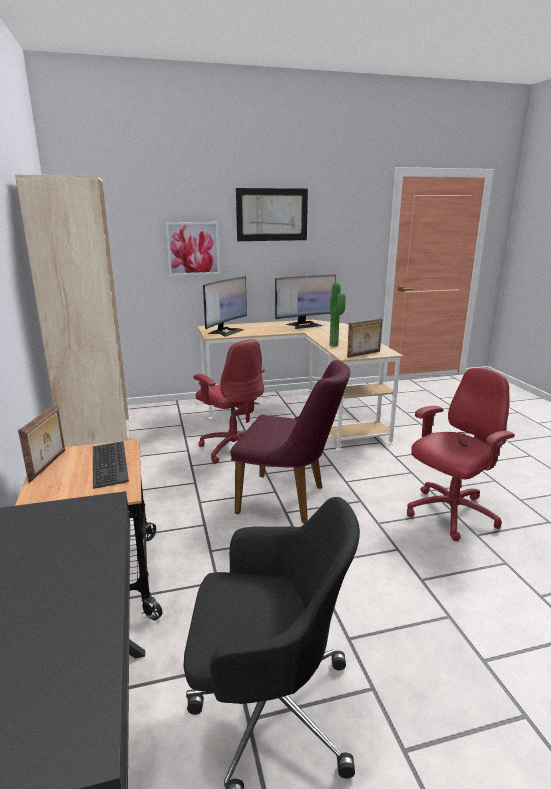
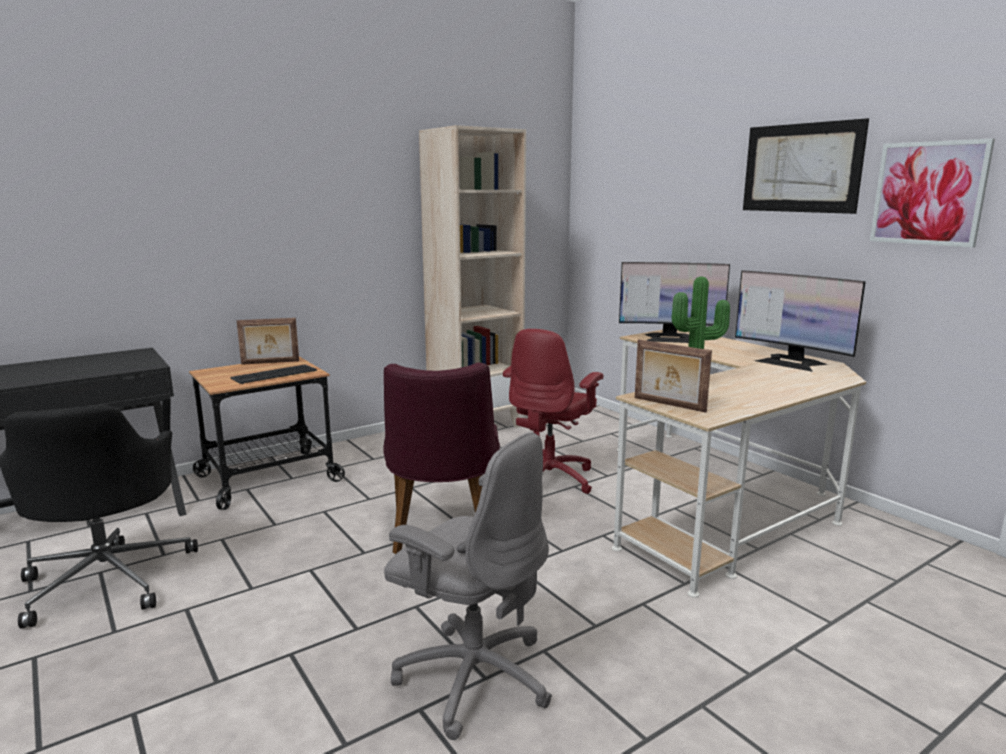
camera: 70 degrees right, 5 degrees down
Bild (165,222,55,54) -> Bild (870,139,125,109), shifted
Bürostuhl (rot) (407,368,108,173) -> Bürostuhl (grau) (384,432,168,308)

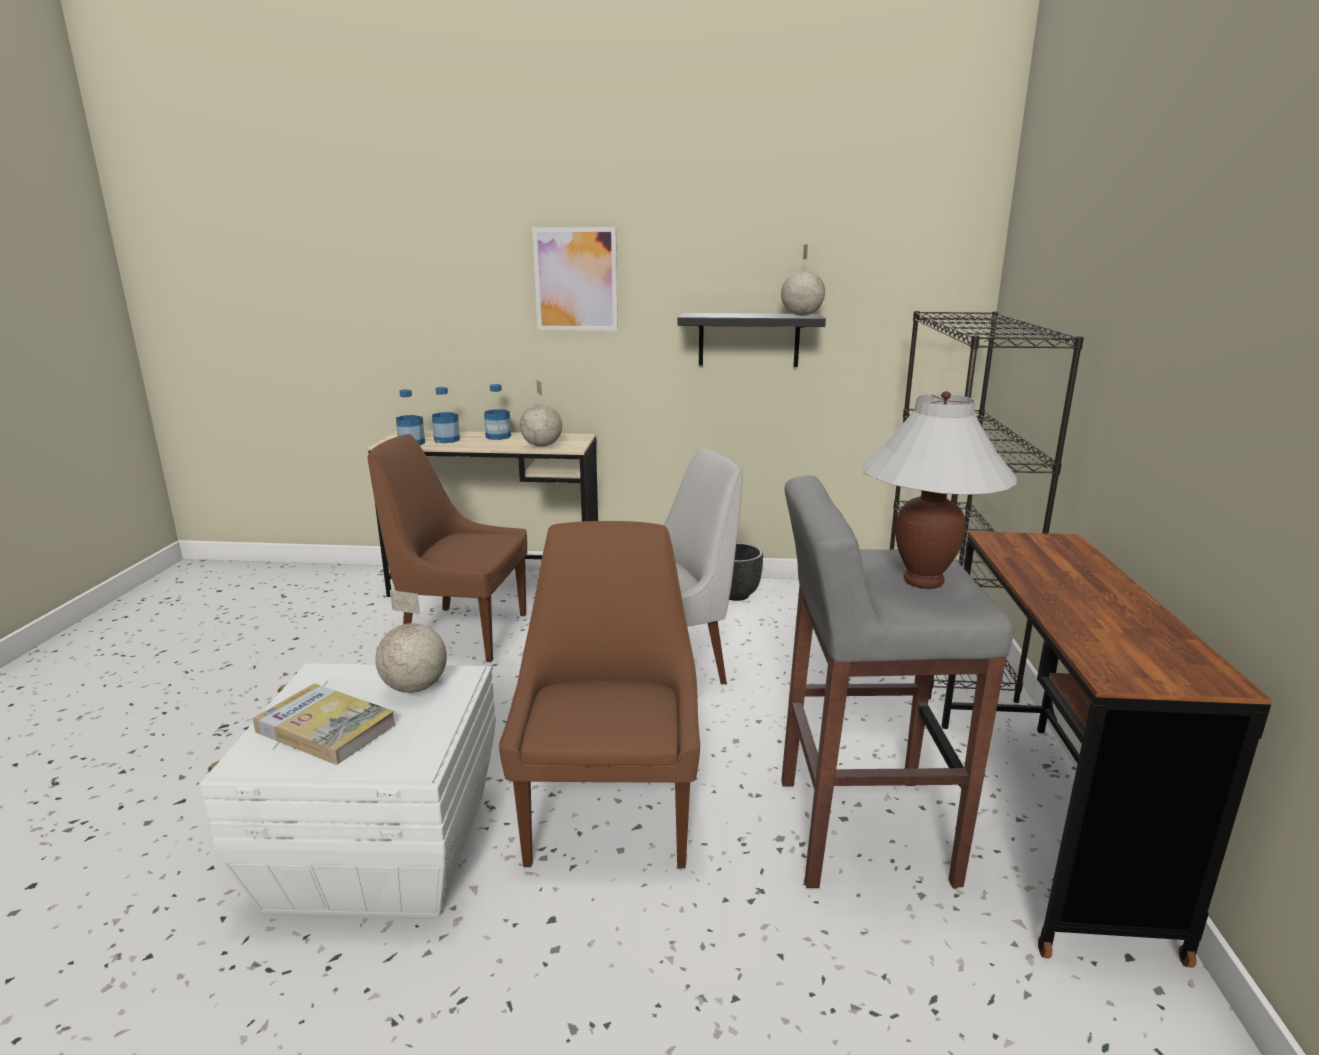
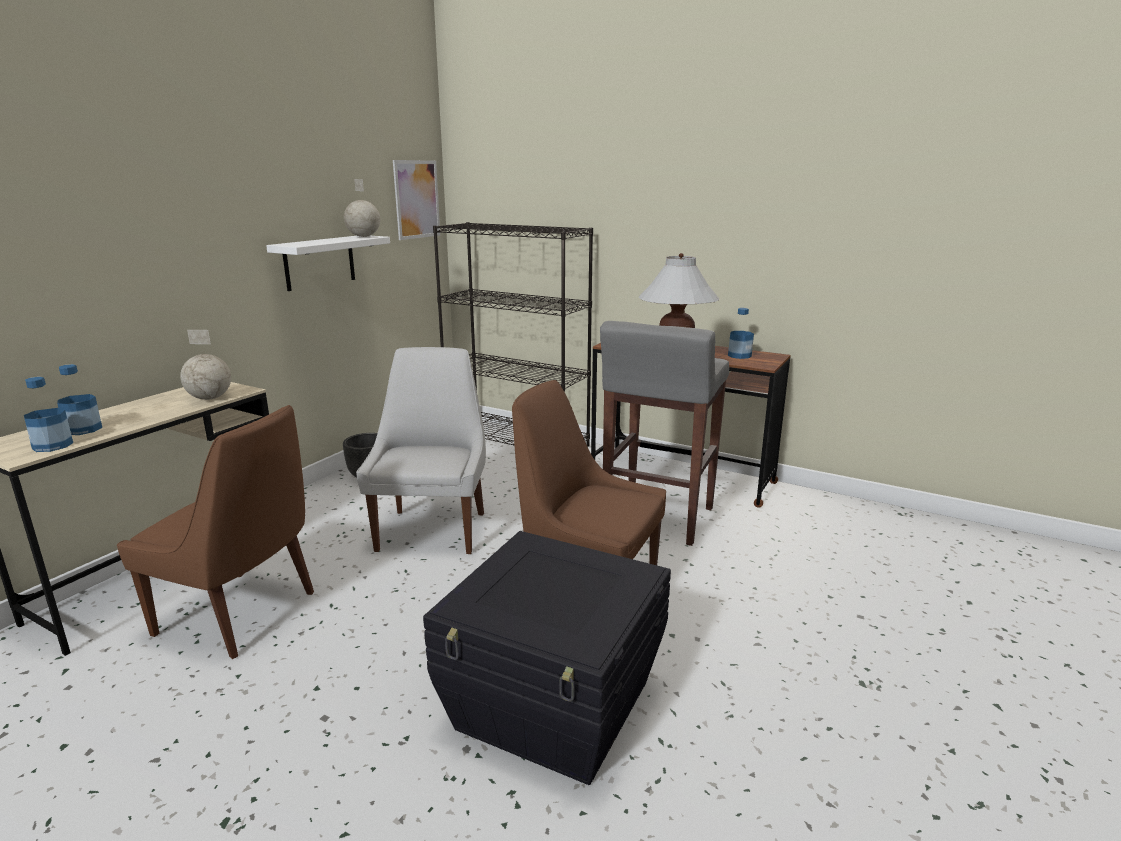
camera: 65 degrees left, 0 degrees up
Aufbewahrungsbox (weiß) (200,663,296,254) -> Aufbewahrungsbox (schwarz) (423,531,248,254)
Buch (253,683,143,82) -> none
Stuhl (braun) (368,434,159,228) -> Stuhl (braun) (117,405,197,254), 105 degrees counterclockwise
Globus (375,590,72,103) -> none
Flasche (484,384,27,56) -> Flasche (728,308,26,51), shifted
Bild (532,227,86,104) -> Bild (393,160,47,80), shifted
Wandregal (schwarz) (677,313,149,54) -> Wandregal (weiß) (266,236,124,55)

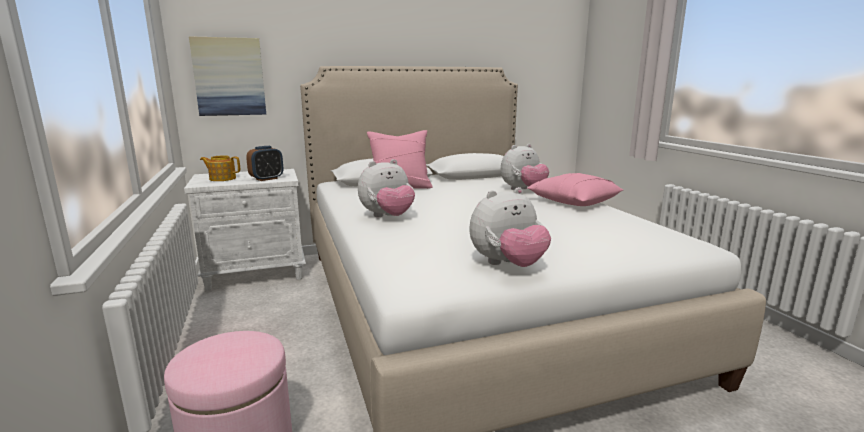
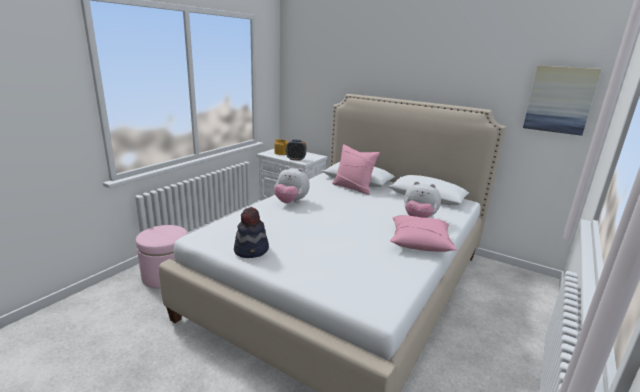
camera: 50 degrees right, 5 degrees up
Bild (189,36,77,80) -> Bild (523,65,79,71), shifted
Plüschtier (470,187,81,80) -> Hut (234,207,35,51)

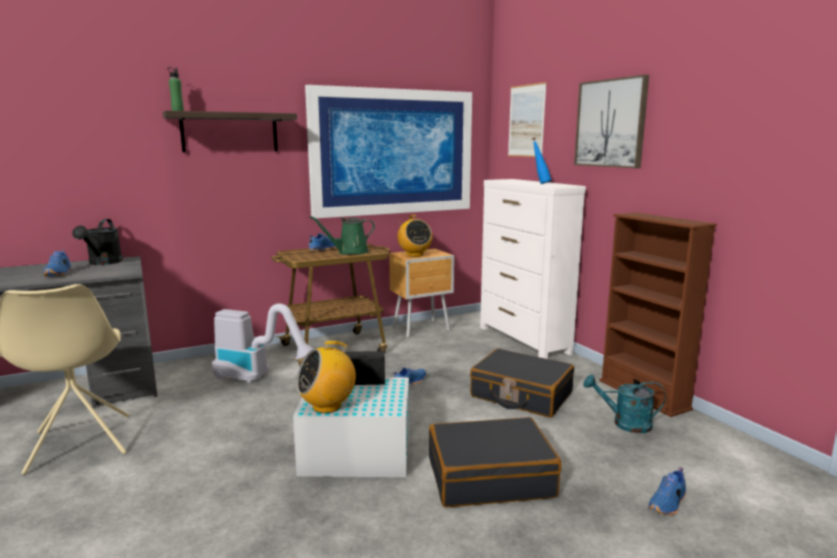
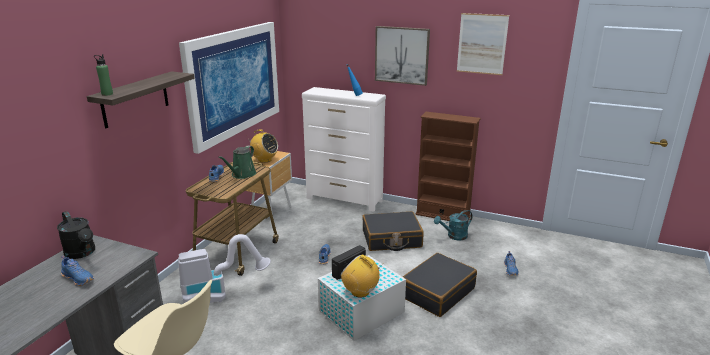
camera: 40 degrees left, 10 degrees up
Radio (296,341,60,72) -> Radio (341,254,43,44), 105 degrees clockwise
Bild (508,82,39,75) -> Bild (457,13,52,62), shifted

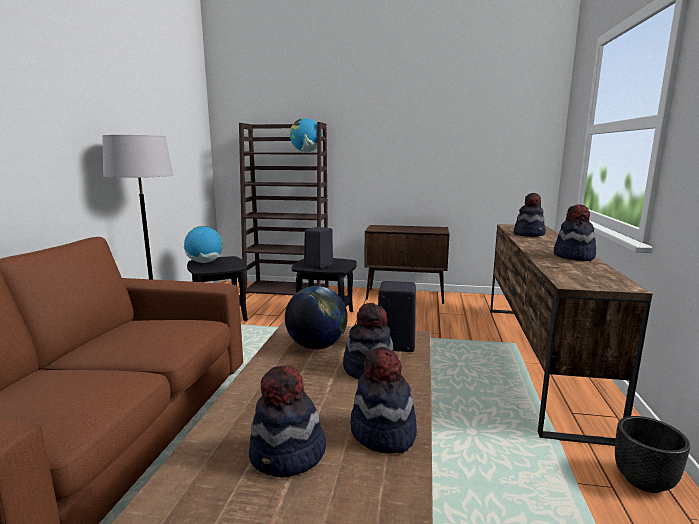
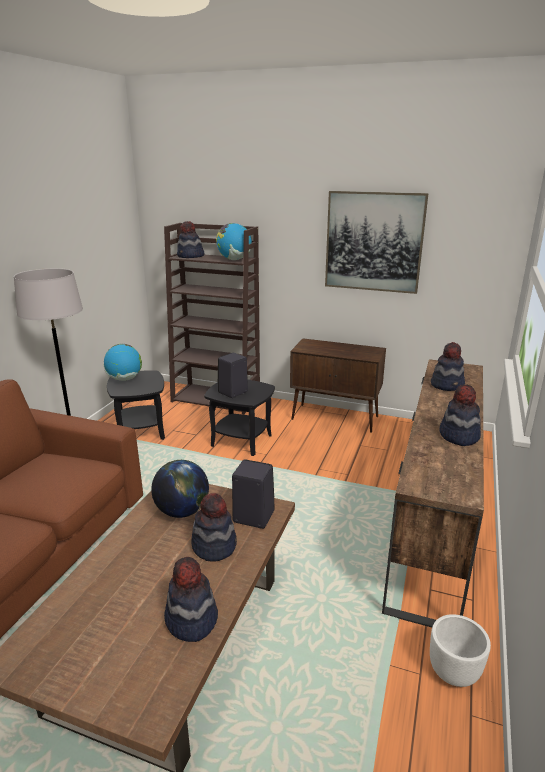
camera: 10 degrees right, 10 degrees up
Hut (249,365,77,113) -> Hut (177,221,28,37), shifted
Pflanzkübel (schwarz) (615,416,75,77) -> Pflanzkübel (weiß) (430,614,61,73)
none -> Bild (325,191,103,103)

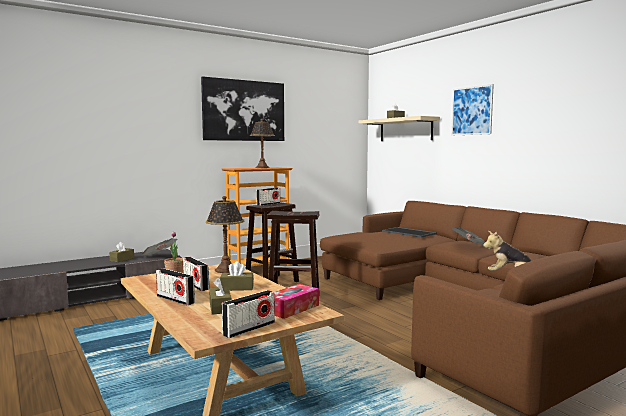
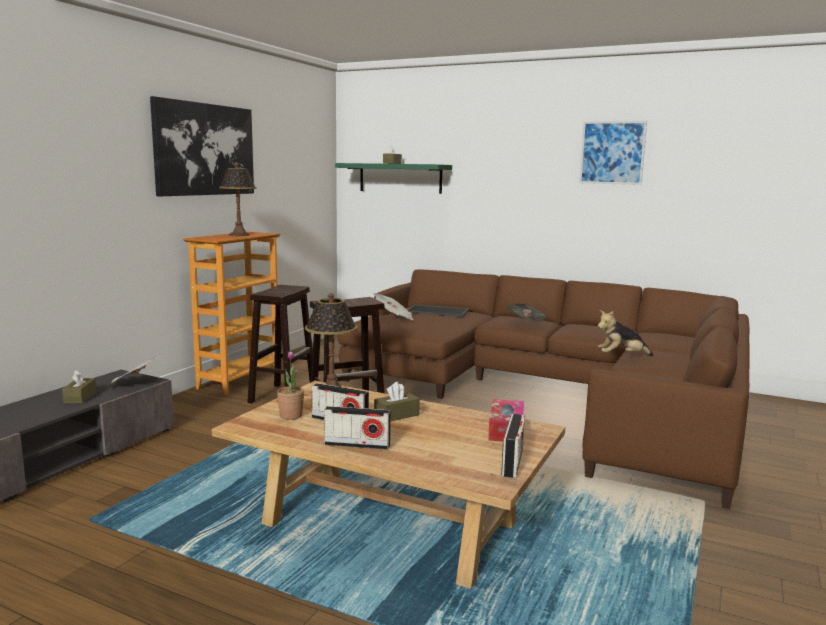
camera: 30 degrees left, 5 degrees up
Taschentuchbox (braun) (209,278,22,37) -> none
Radio (257,188,23,18) -> none
Wandregal (beige) (358,116,82,25) -> Wandregal (grün) (335,163,117,31)
Bild (451,84,43,51) -> Bild (579,121,68,64), shifted
none -> Zeitung (373,293,40,27)

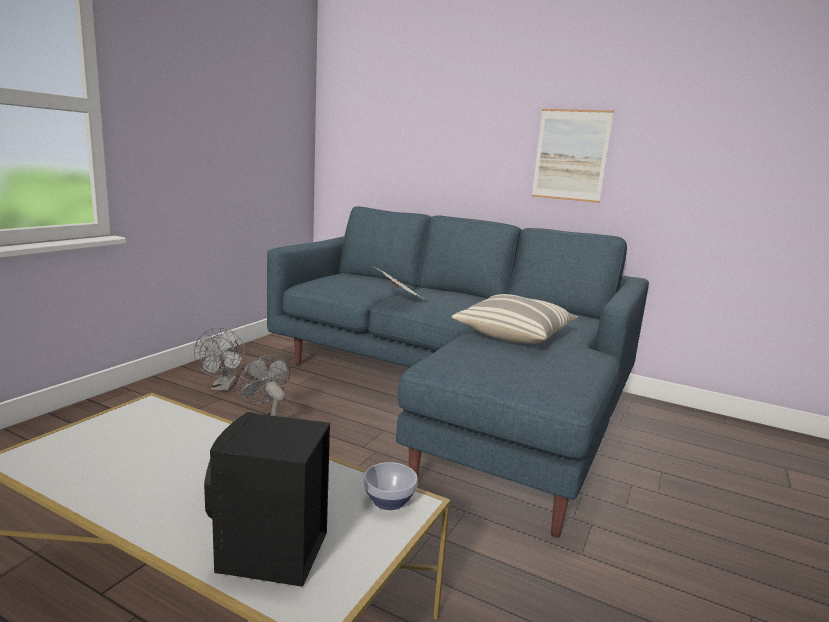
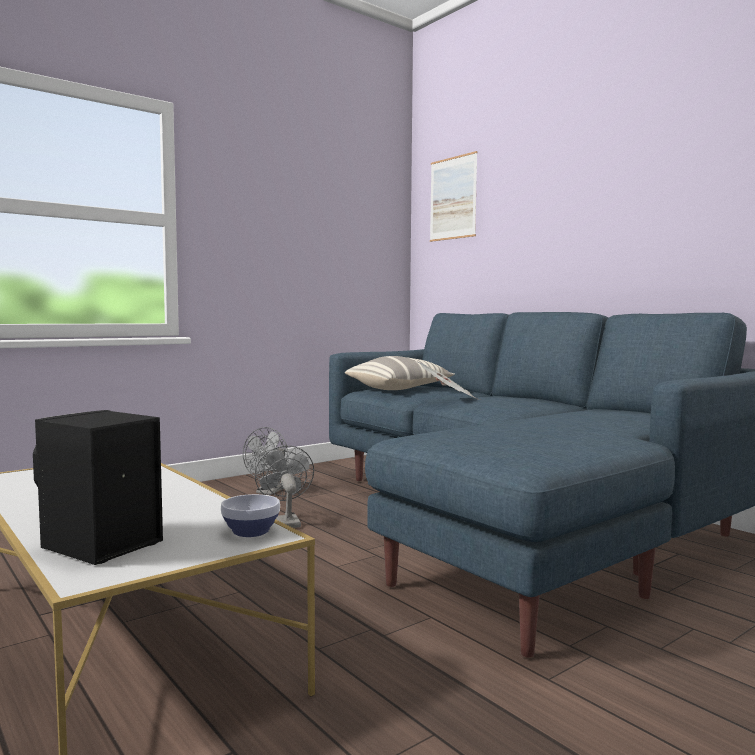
camera: 25 degrees right, 10 degrees down
Kissen (452,294,126,50) -> Kissen (345,356,110,34), shifted
Bild (532,109,82,94) -> Bild (430,151,48,91), shifted

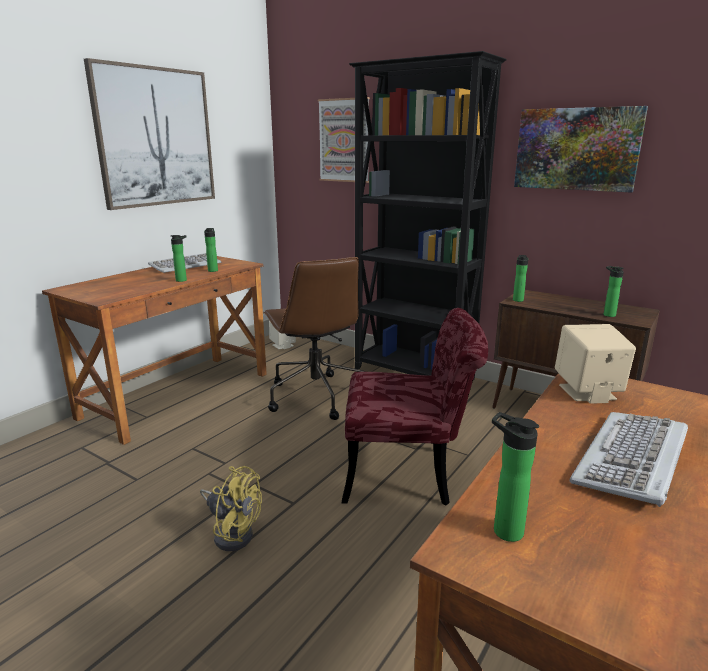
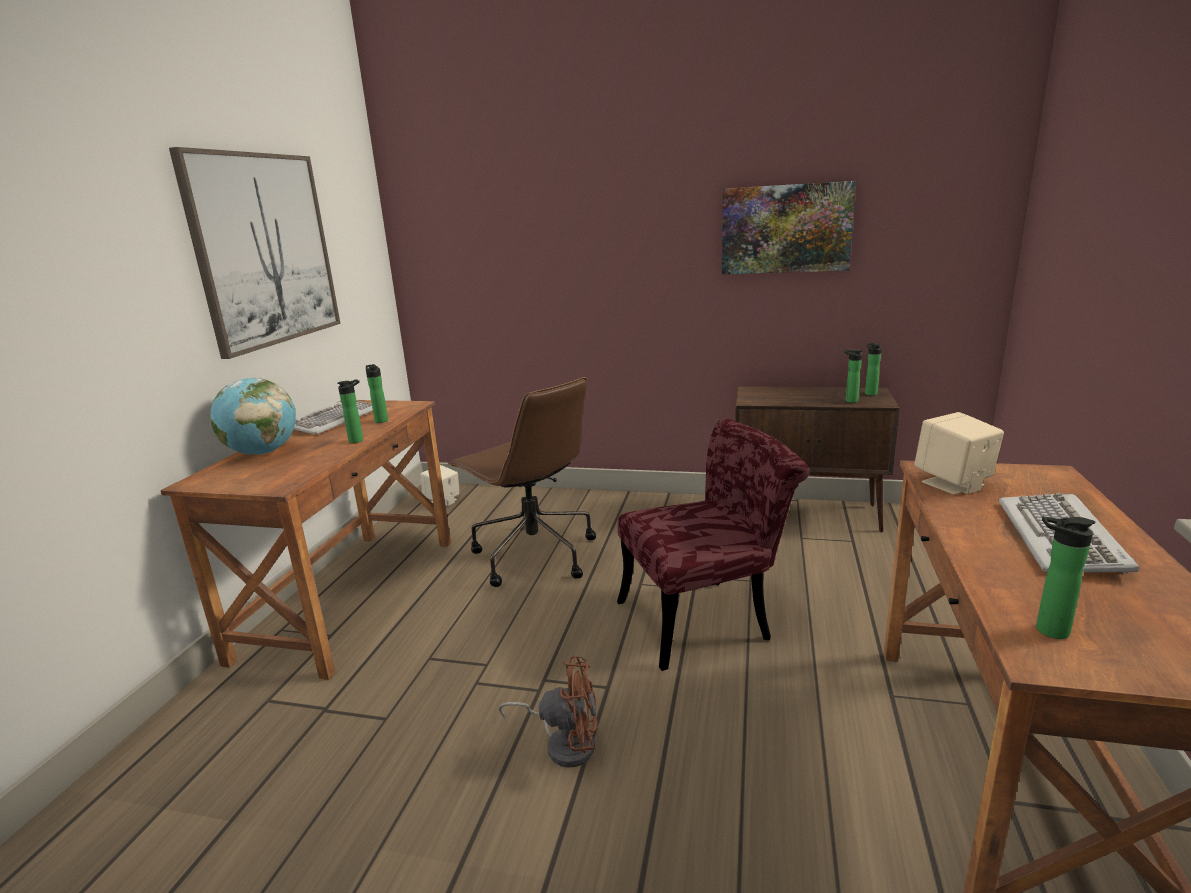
camera: 20 degrees left, 0 degrees up
Ventilator (gelb) (200,466,62,85) -> Ventilator (braun) (498,656,99,112)
Bild (318,97,52,86) -> none
Bücherregal (schwarz) (349,51,158,329) -> none
Flasche (513,255,15,47) -> Flasche (865,343,17,53), shifted
none -> Globus (210,378,86,77)

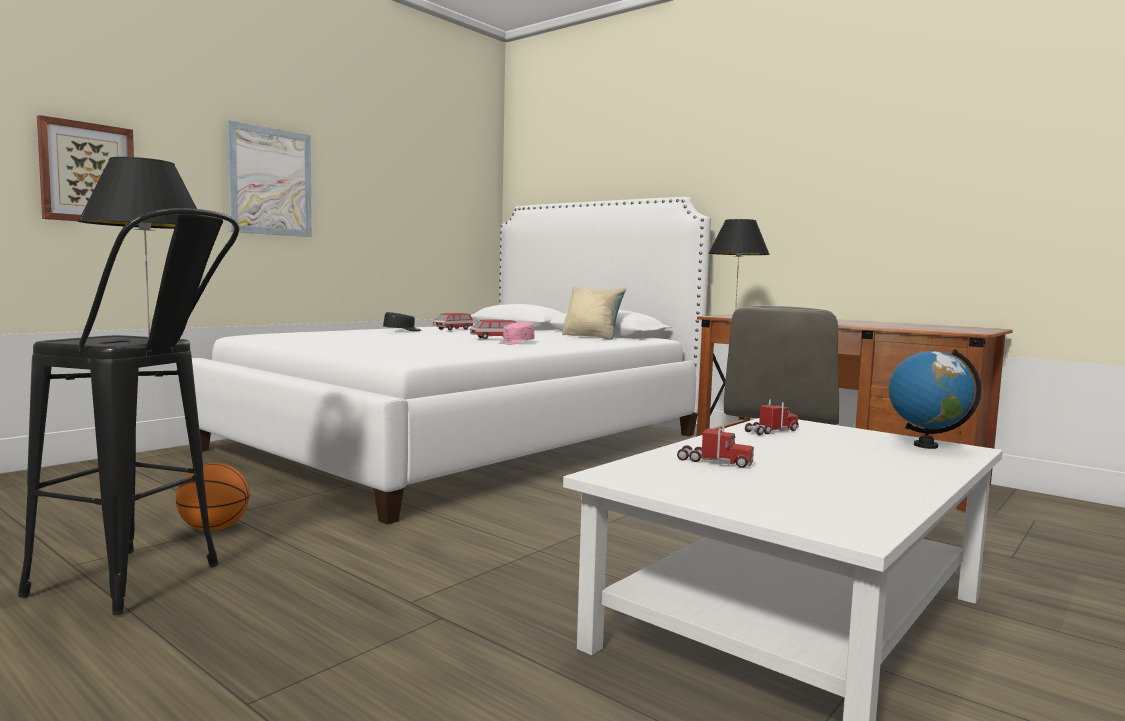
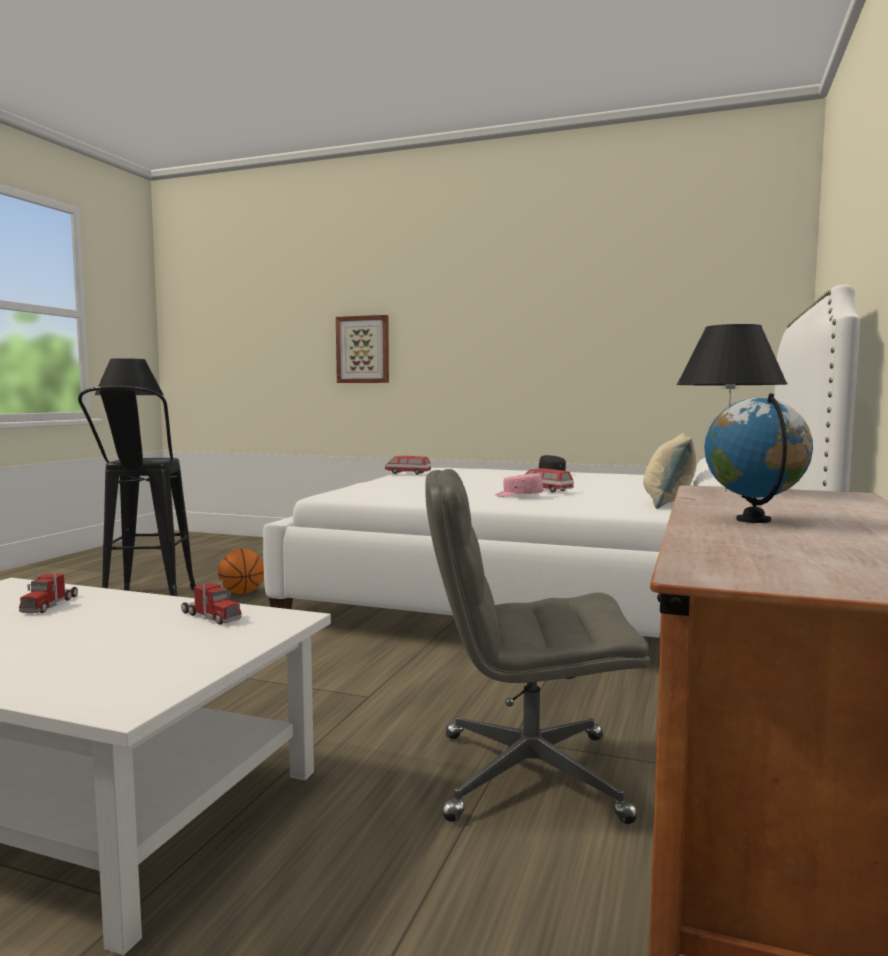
camera: 70 degrees right, 0 degrees up
Bild (227,120,85,117) -> none
Spielzeugauto (433,313,40,18) -> Spielzeugauto (385,456,46,19), shifted
Globus (889,349,92,100) -> Globus (704,393,109,130), shifted

